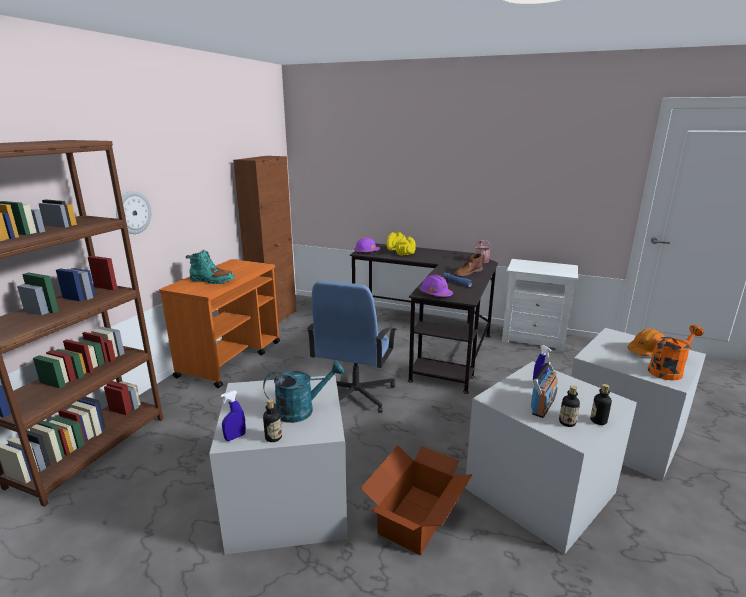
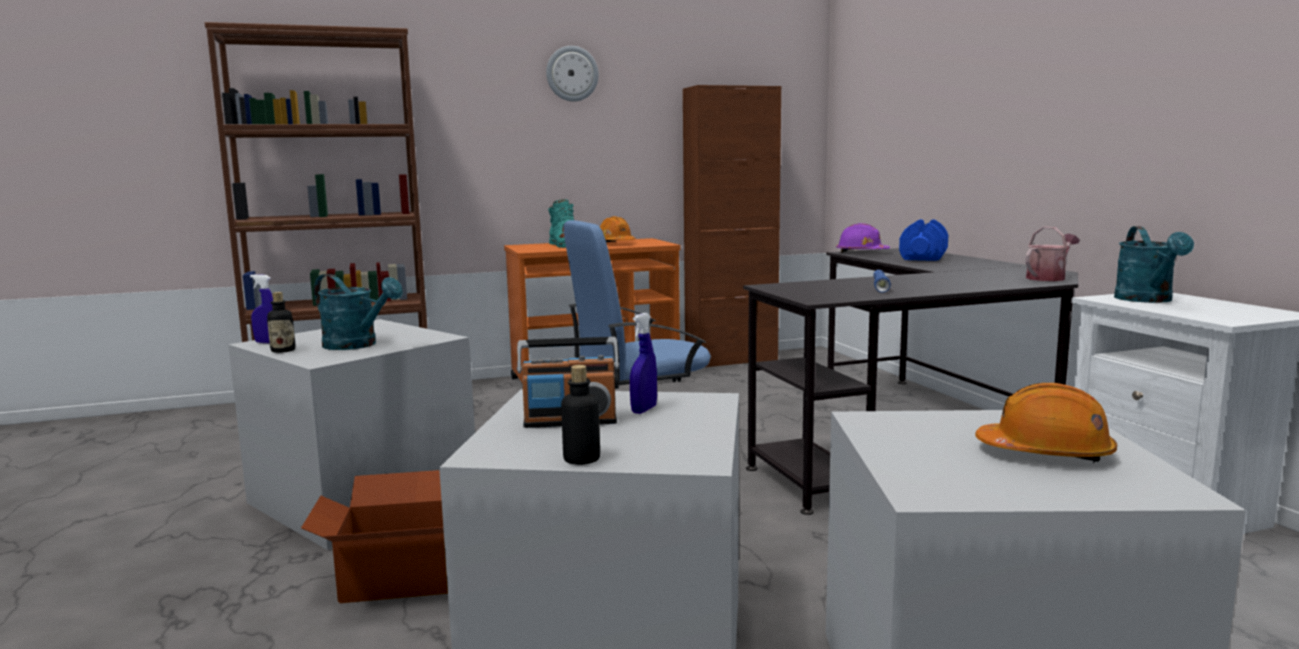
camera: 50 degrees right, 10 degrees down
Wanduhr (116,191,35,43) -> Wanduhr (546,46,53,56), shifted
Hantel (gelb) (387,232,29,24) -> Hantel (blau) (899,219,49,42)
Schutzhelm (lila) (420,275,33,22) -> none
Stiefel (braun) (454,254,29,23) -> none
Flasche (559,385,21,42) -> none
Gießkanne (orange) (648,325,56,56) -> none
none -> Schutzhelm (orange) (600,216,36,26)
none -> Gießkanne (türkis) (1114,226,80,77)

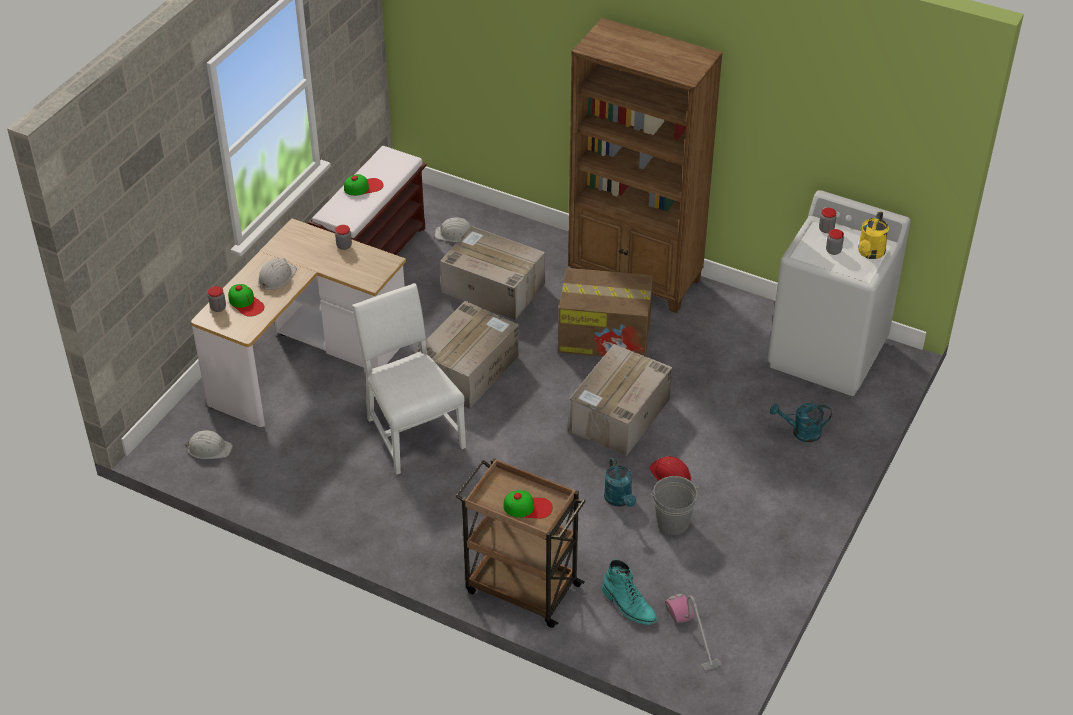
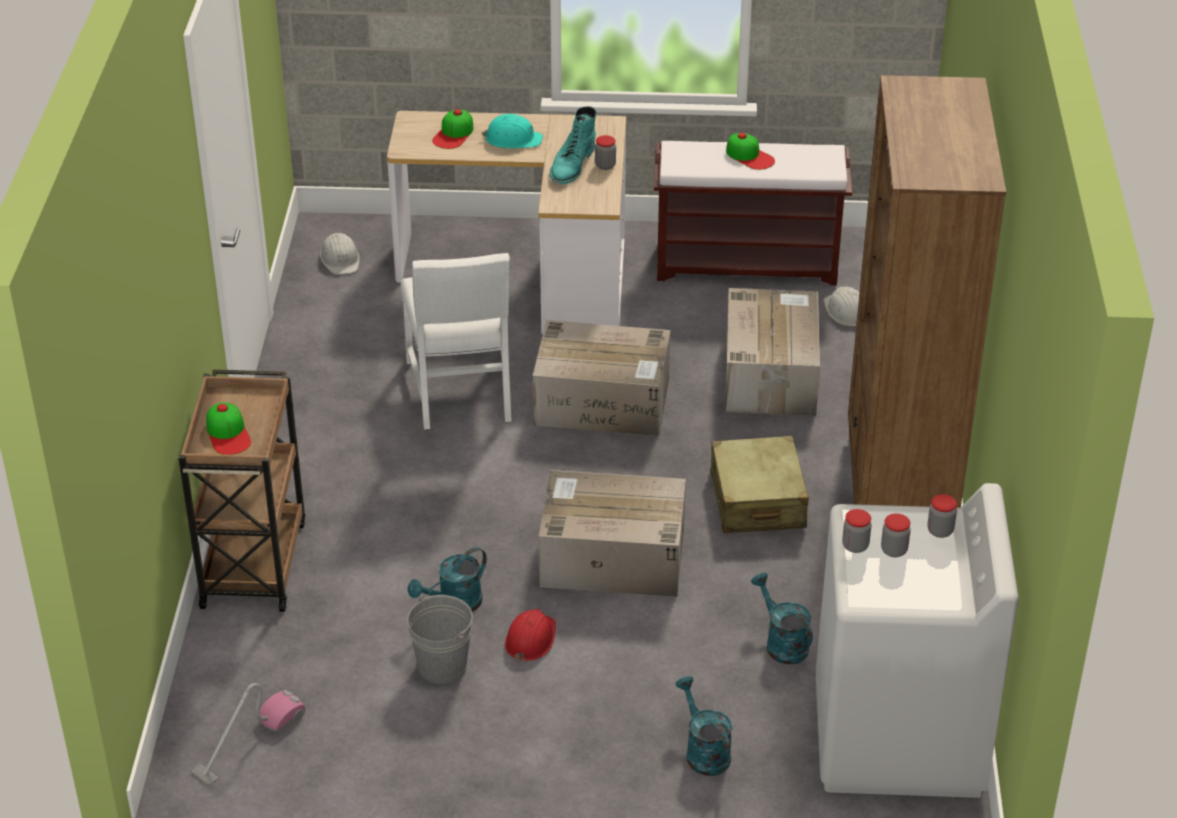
camera: 65 degrees right, 5 degrees down
Vorratsglas (208,286,18,26) -> Vorratsglas (842,509,30,44), shifted
Schutzhelm (weiß) (258,258,39,32) -> Schutzhelm (türkis) (482,114,61,34)
Stuhl (weiß) (352,283,114,192) -> Stuhl (weiß) (401,253,110,176), 135 degrees clockwise
Karton (558,268,95,89) -> Koffer (beige) (710,436,99,97)
Stiefel (türkis) (602,560,56,65) -> Stiefel (türkis) (550,106,46,78), shifted
Gießkanne (gelb) (858,211,31,48) -> none
none -> Gießkanne (türkis) (751,573,62,92)

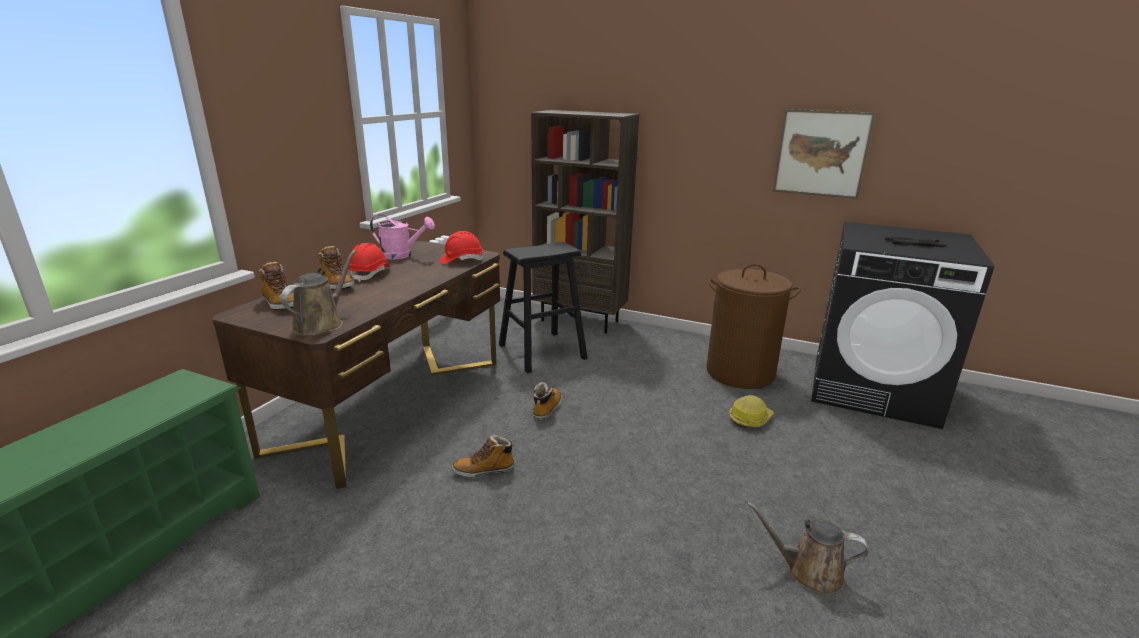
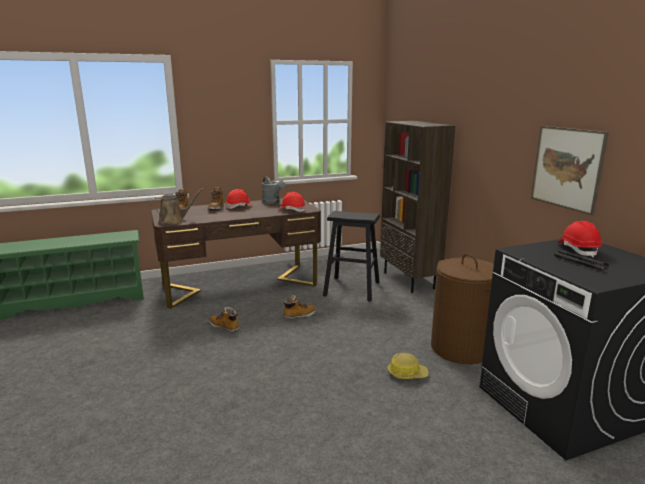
camera: 45 degrees right, 5 degrees down
Gießkanne (rosa) (370,214,65,45) -> Gießkanne (grau) (262,176,24,28)
Gießkanne (braun) (747,502,122,93) -> none
none -> Schutzhelm (rot) (558,221,44,36)

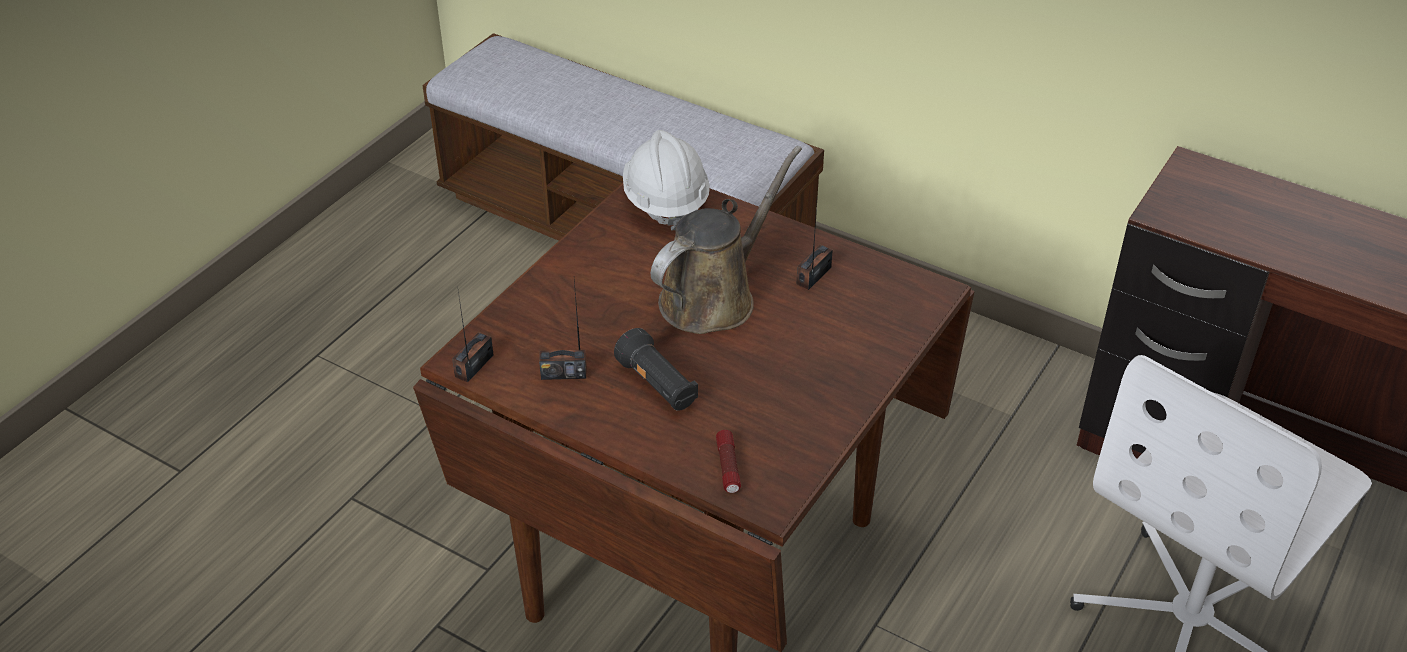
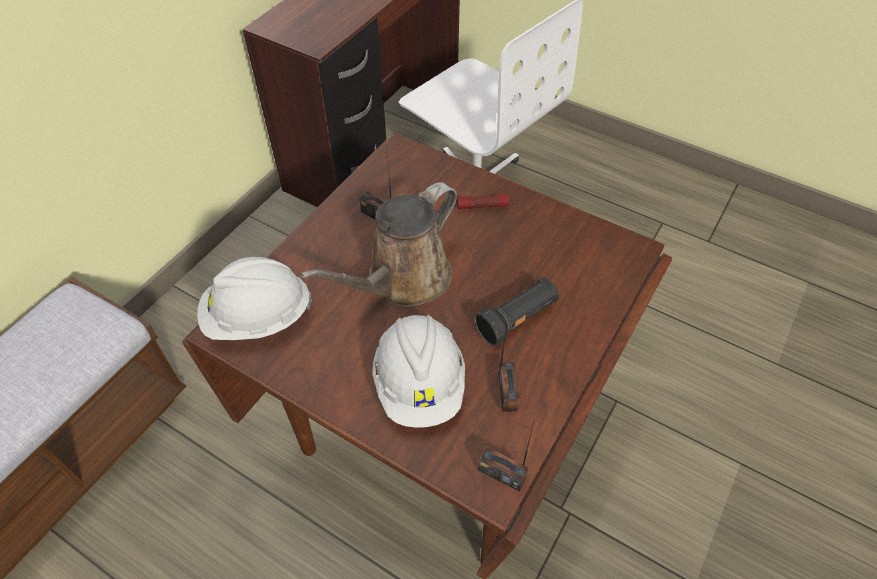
camera: 90 degrees left, 10 degrees up
Gießkanne (braun) (651,146,151,188) -> Gießkanne (braun) (300,182,157,125), 90 degrees counterclockwise
Taschenlampe (716,430,25,63) -> Taschenlampe (457,194,52,16), shifted
none -> Schutzhelm (weiß) (373,315,92,113)

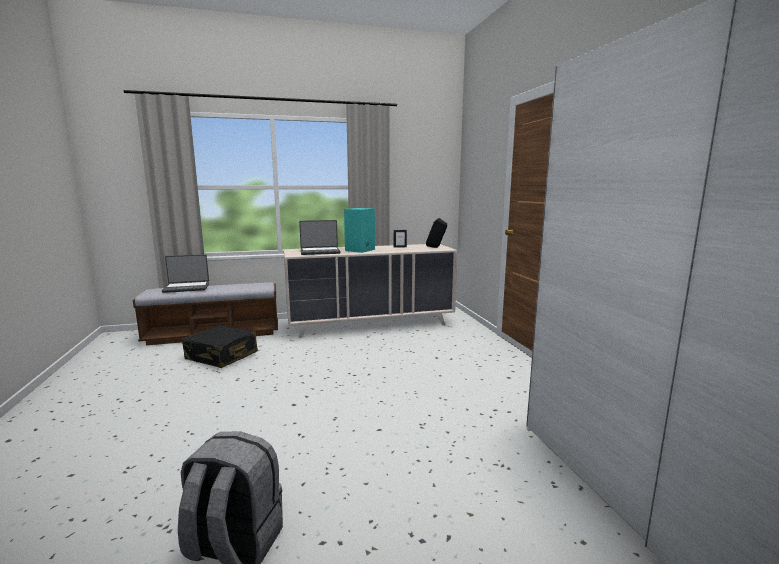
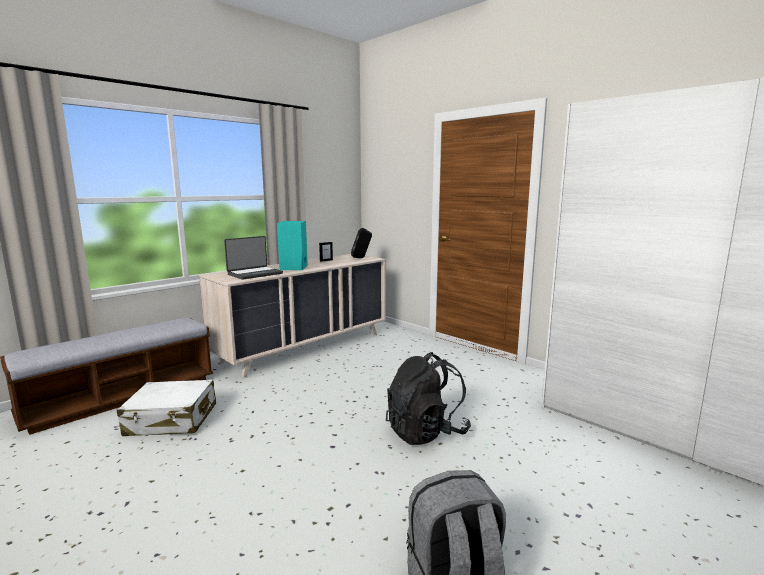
camera: 30 degrees left, 0 degrees up
Laptop (162,254,47,39) -> none
Koffer (schwarz) (182,325,76,43) -> Koffer (weiß) (117,379,99,57)
none -> Rucksack (schwarz) (386,352,85,93)

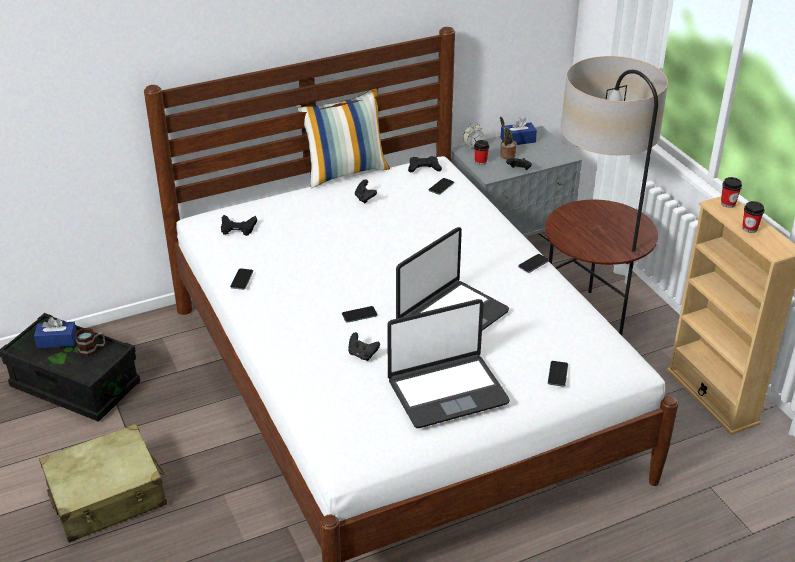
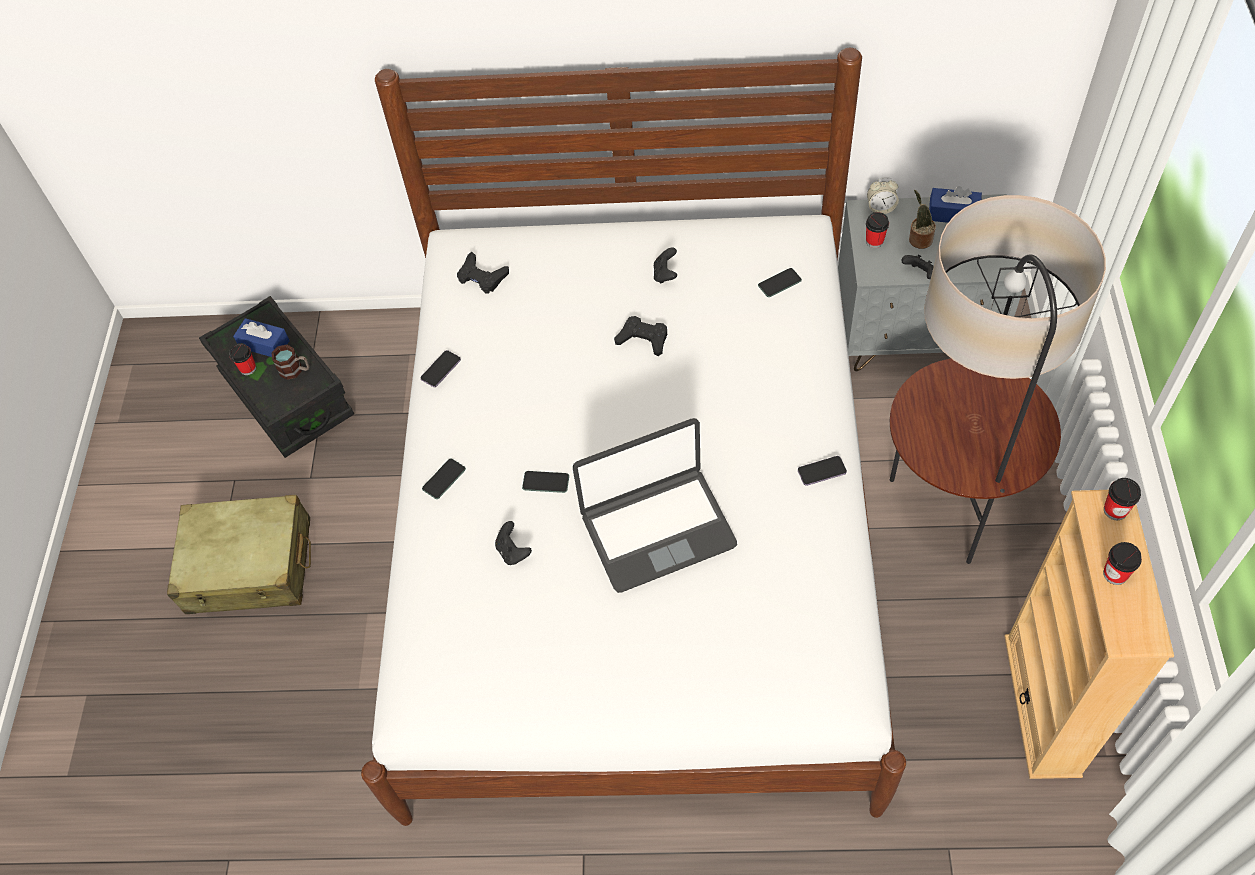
camera: 30 degrees right, 20 degrees up
Kissen (297,88,93,100) -> none
Laptop (387,299,123,129) -> none
Gamepad (schwarz) (408,156,34,16) -> Gamepad (schwarz) (614,316,53,40), shifted
Handy (548,361,20,26) -> Handy (422,458,44,41), shifted
none -> Tasse (229,343,27,32)

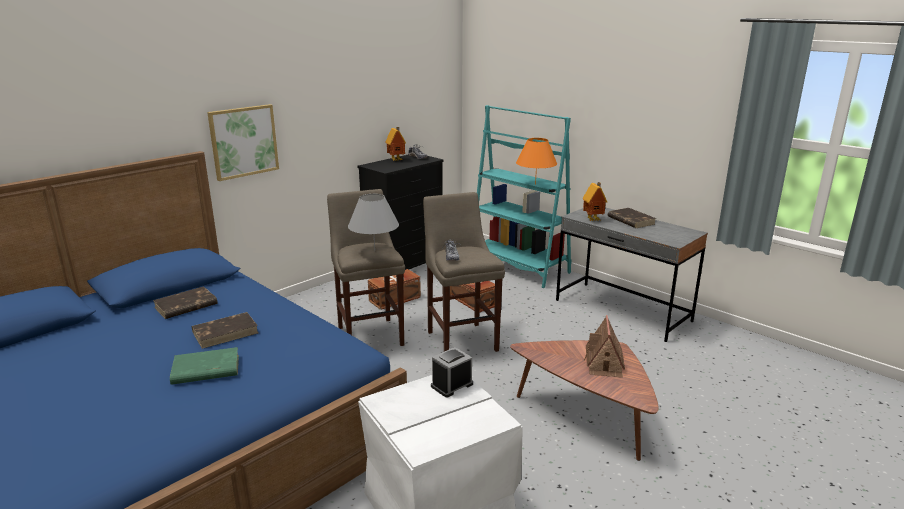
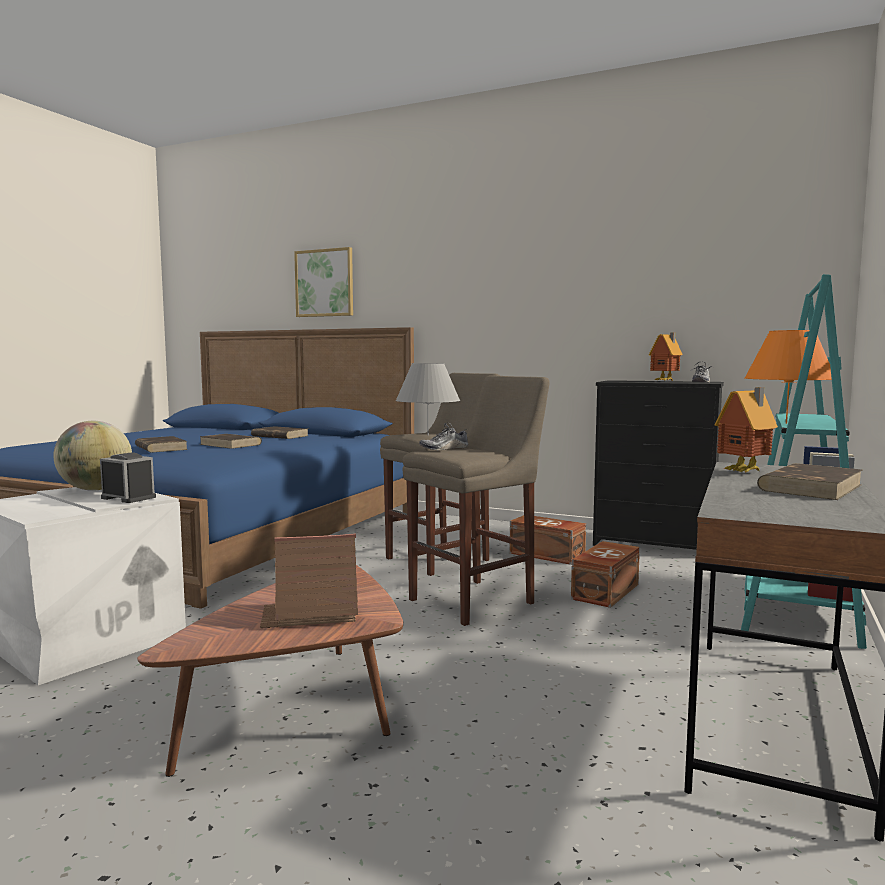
camera: 70 degrees right, 15 degrees down
Buch (grün) (170,347,69,38) -> Buch (braun) (135,436,53,16)
Bild (207,104,72,77) -> Bild (294,247,59,70), shifted
none -> Globus (53,421,79,70)

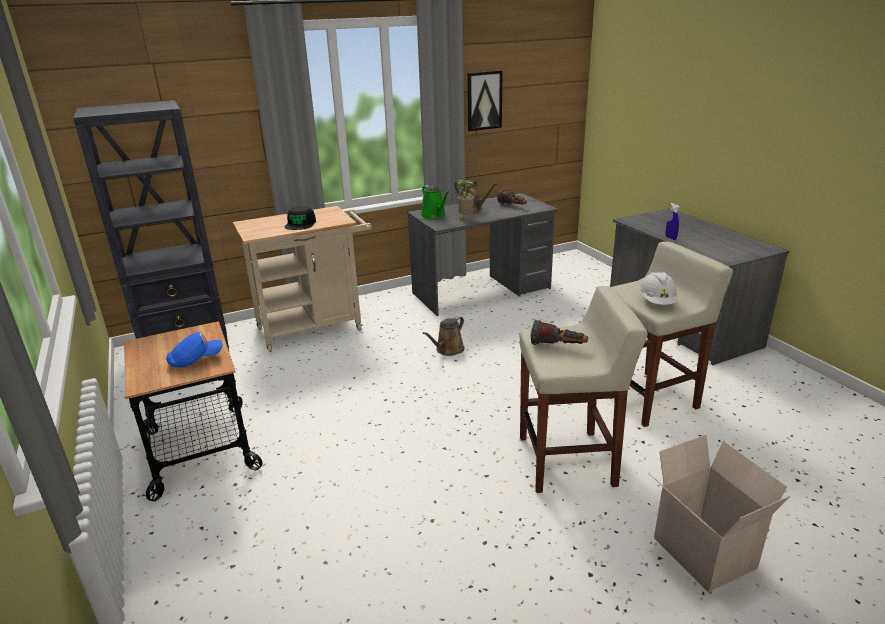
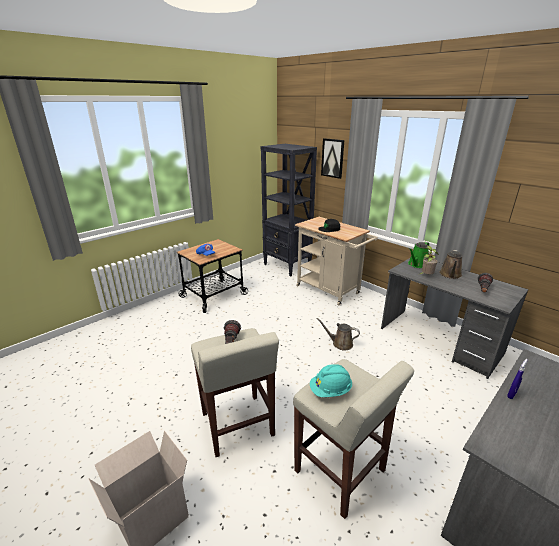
camera: 70 degrees right, 0 degrees up
Bild (467,70,36,61) -> Bild (321,138,23,41), shifted
Schutzhelm (weiß) (639,272,39,33) -> Schutzhelm (türkis) (310,364,42,33)

